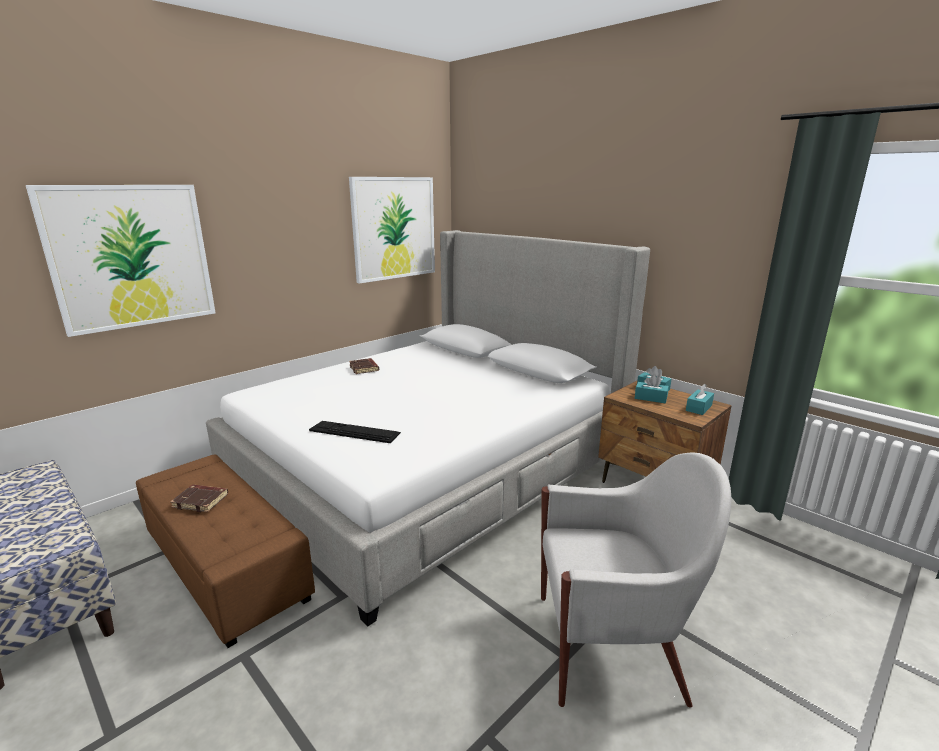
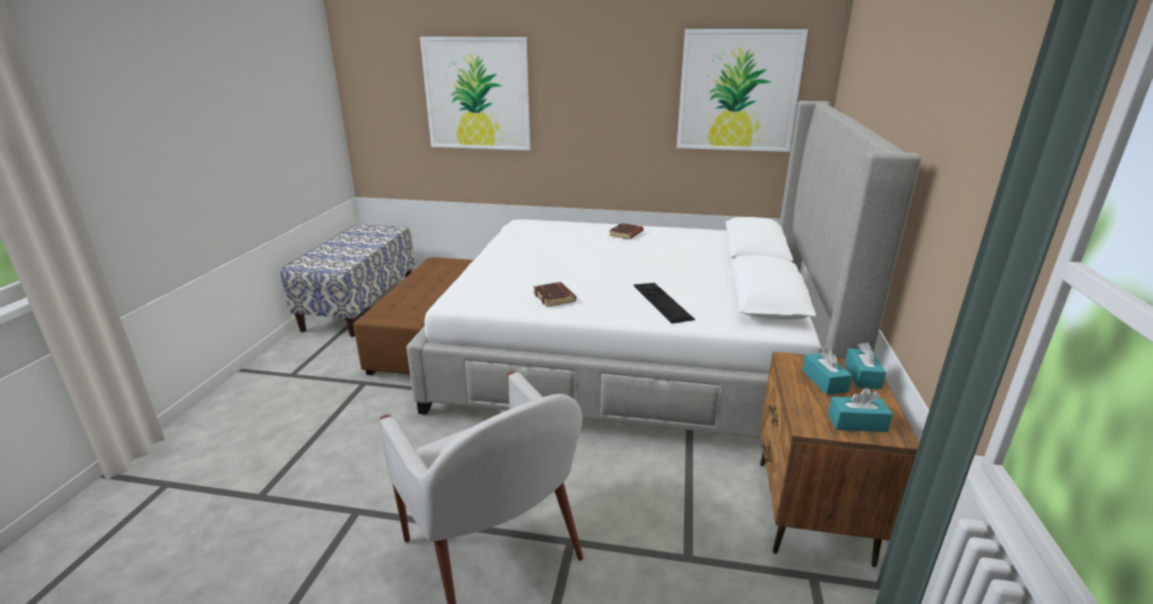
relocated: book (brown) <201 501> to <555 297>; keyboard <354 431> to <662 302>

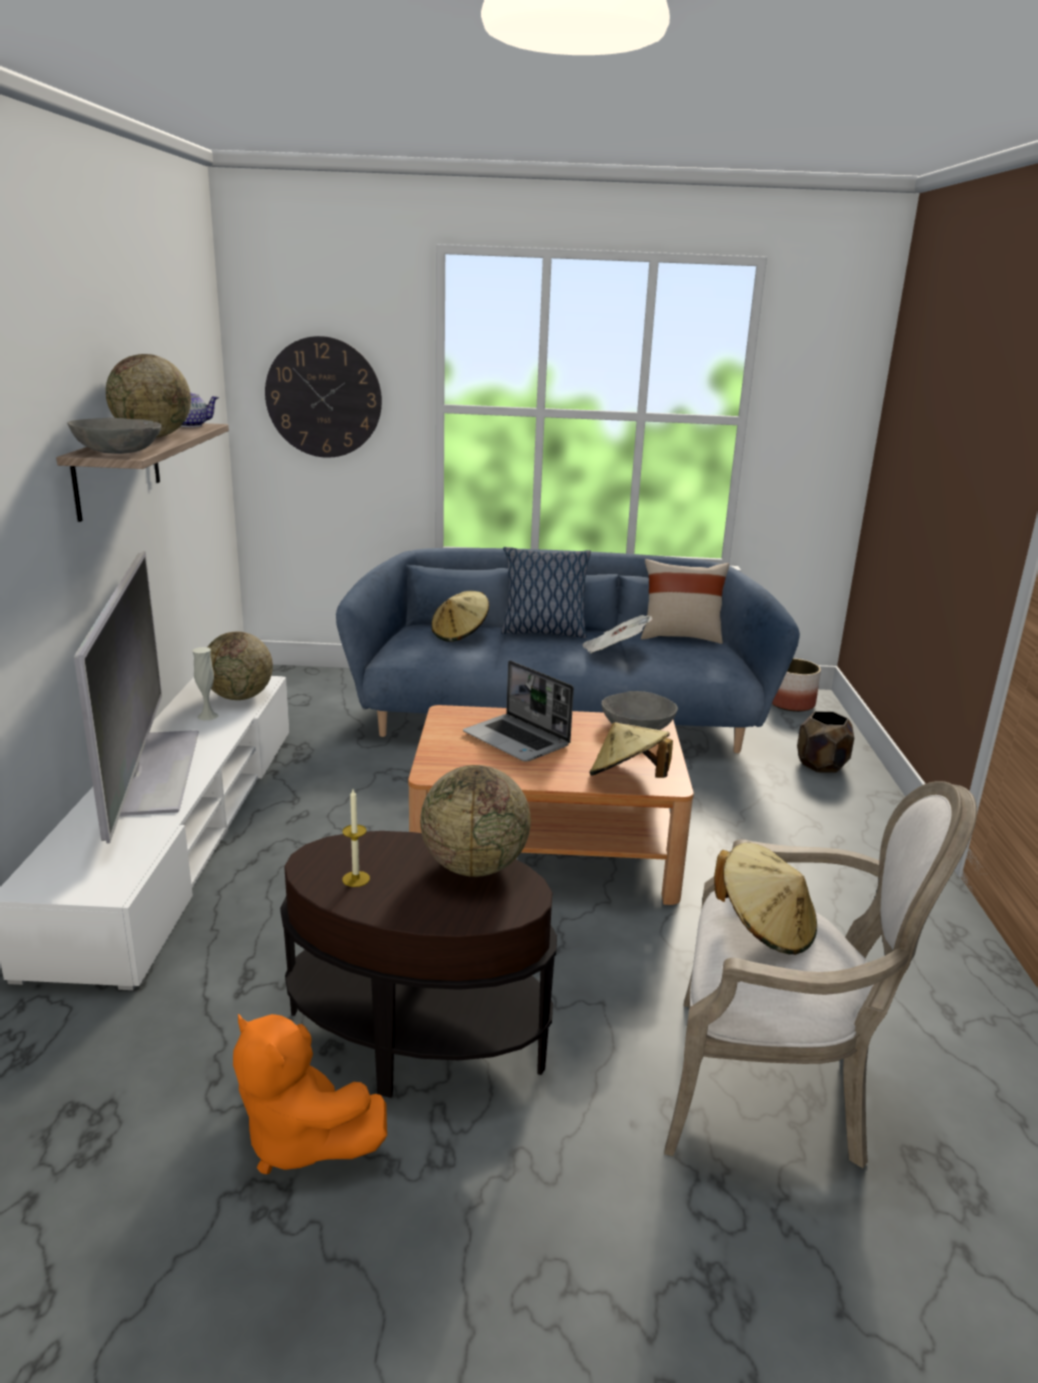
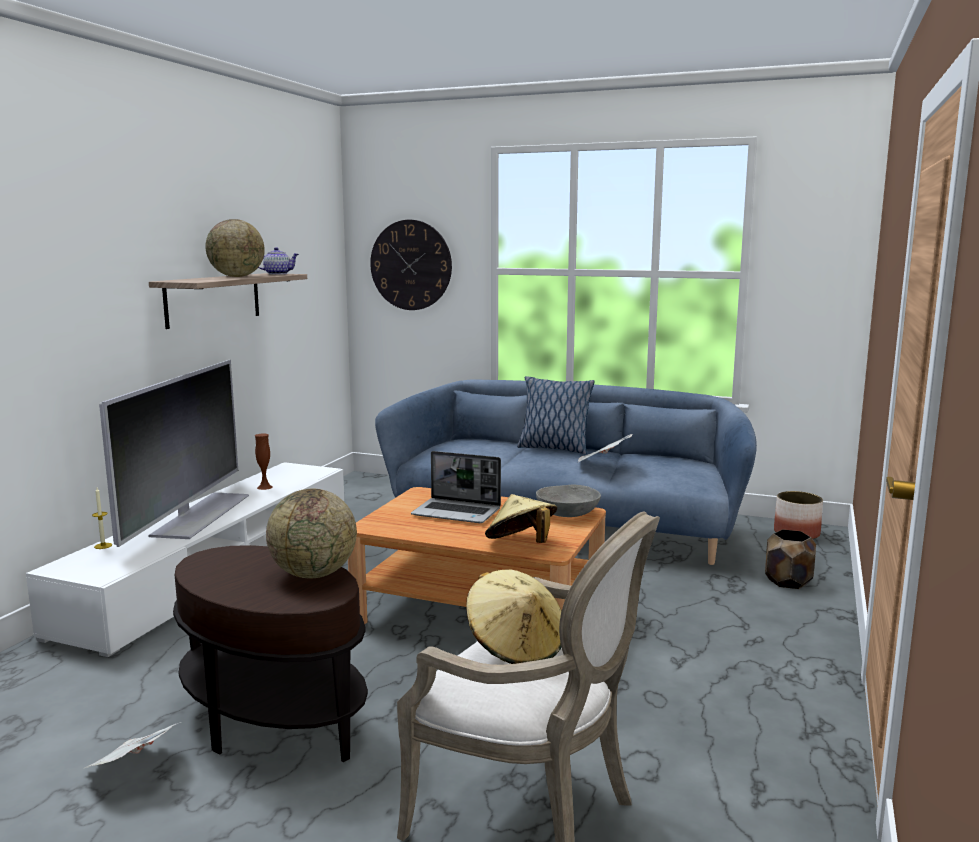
missing: bowl (grey) <118 451>; globe <240 697>; hat (beige) <460 634>; pillow (beige) <680 636>
relocated: candle <356 879> to <103 546>
exchanged: plush toy (orange) <300 1139> to newspaper <136 767>
colour: vase (white) <207 716> to vase (brown) <264 487>
spun: laptop <518 740> = <457 512> 45 degrees counterclockwise

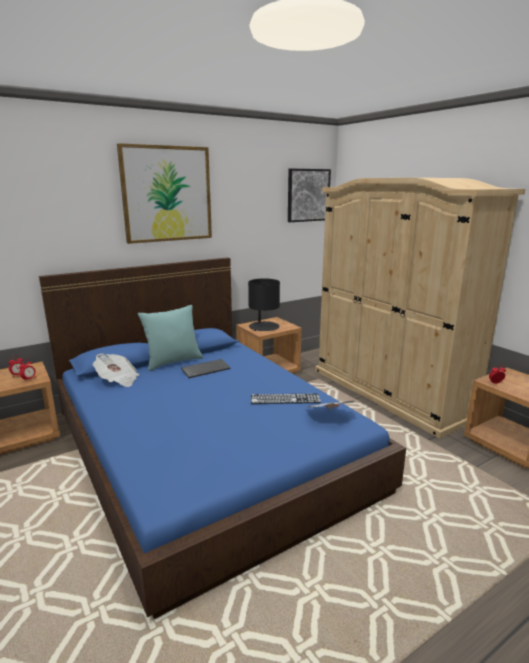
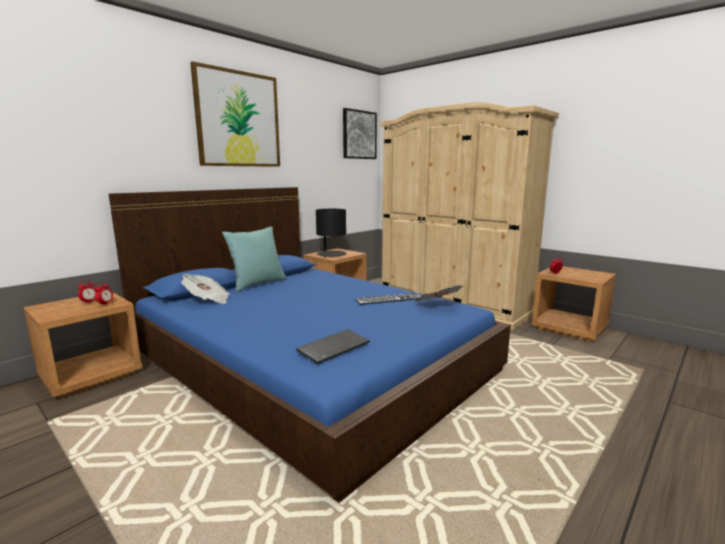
relocated: keyboard <206 369> to <333 347>

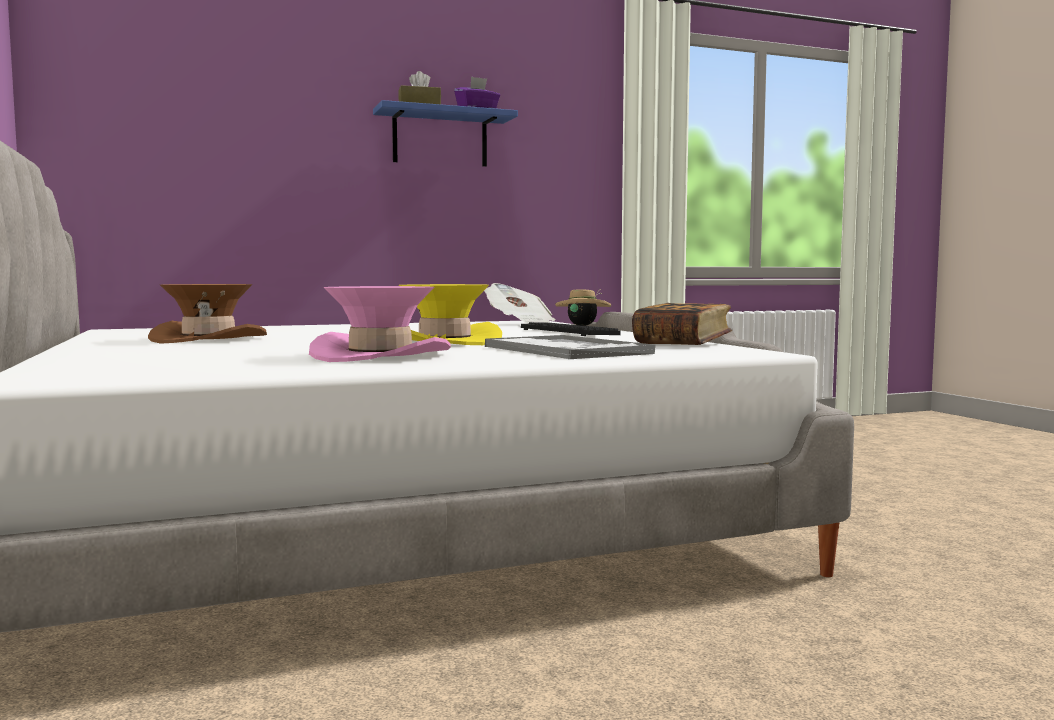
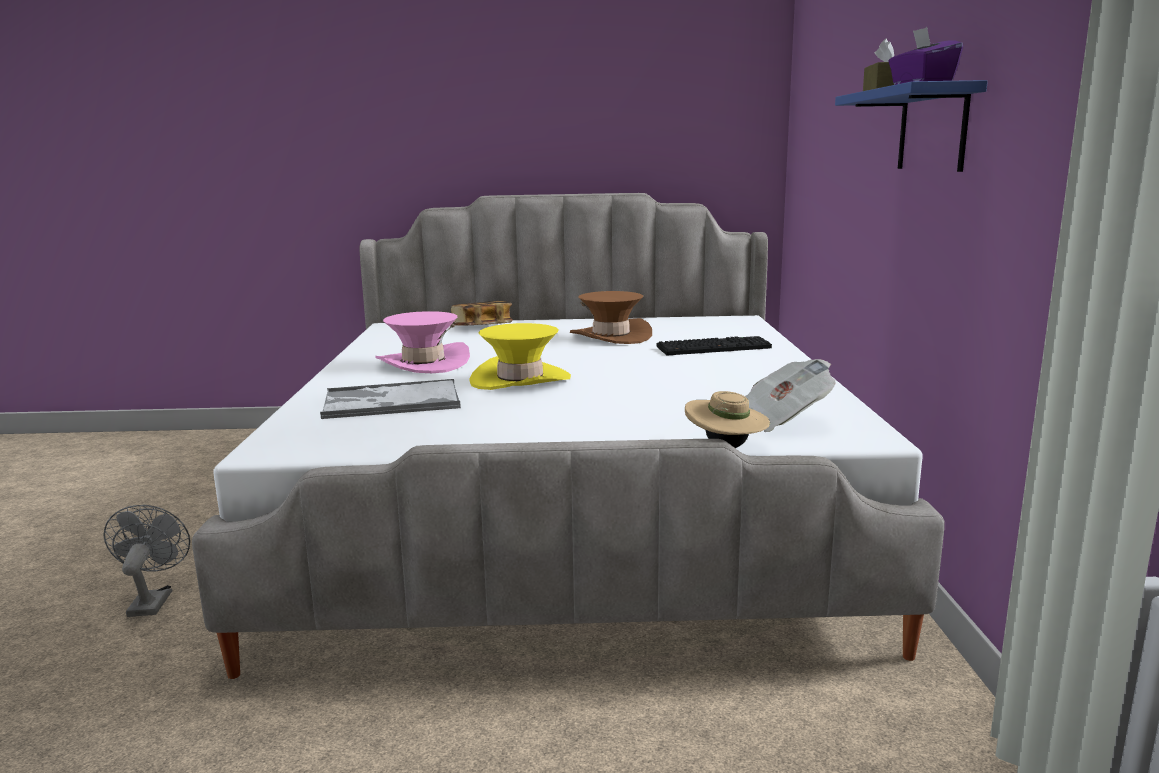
appeared: fan (grey) <152 600>
relocated: keyboard <565 332> to <714 347>; book <681 343> to <482 327>

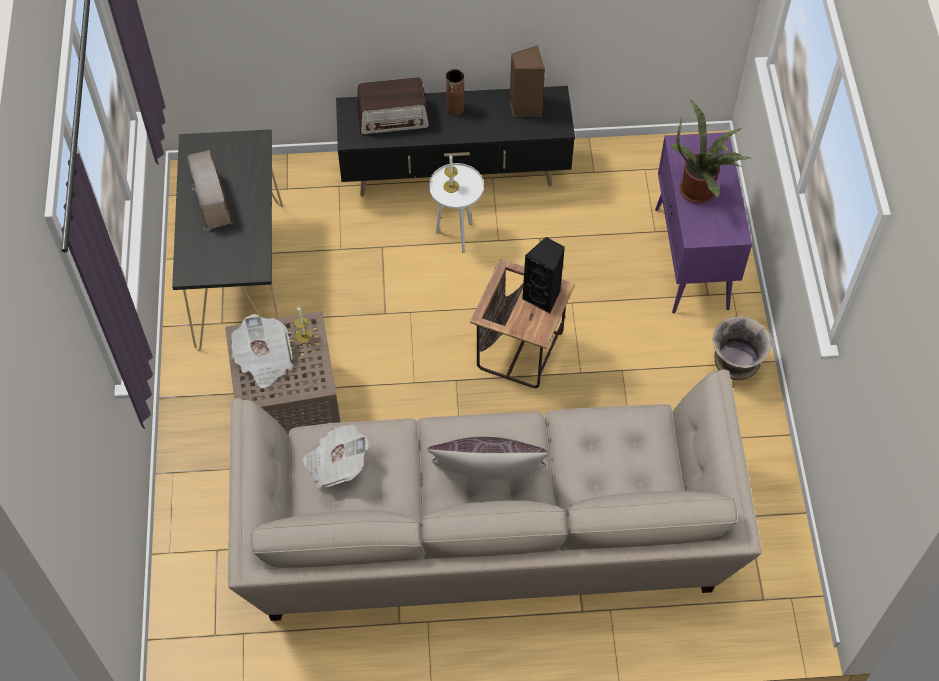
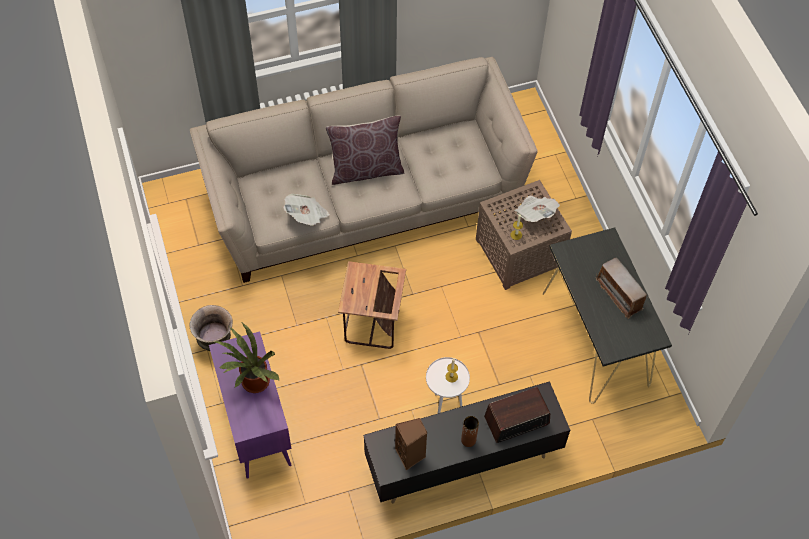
missing: speaker (black) <543 296>
relocated: newspaper <336 464> to <307 216>

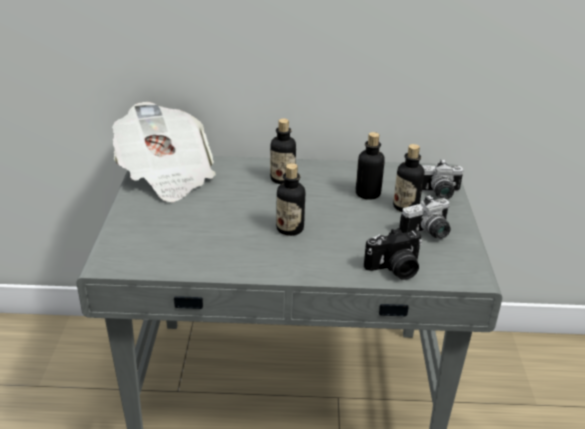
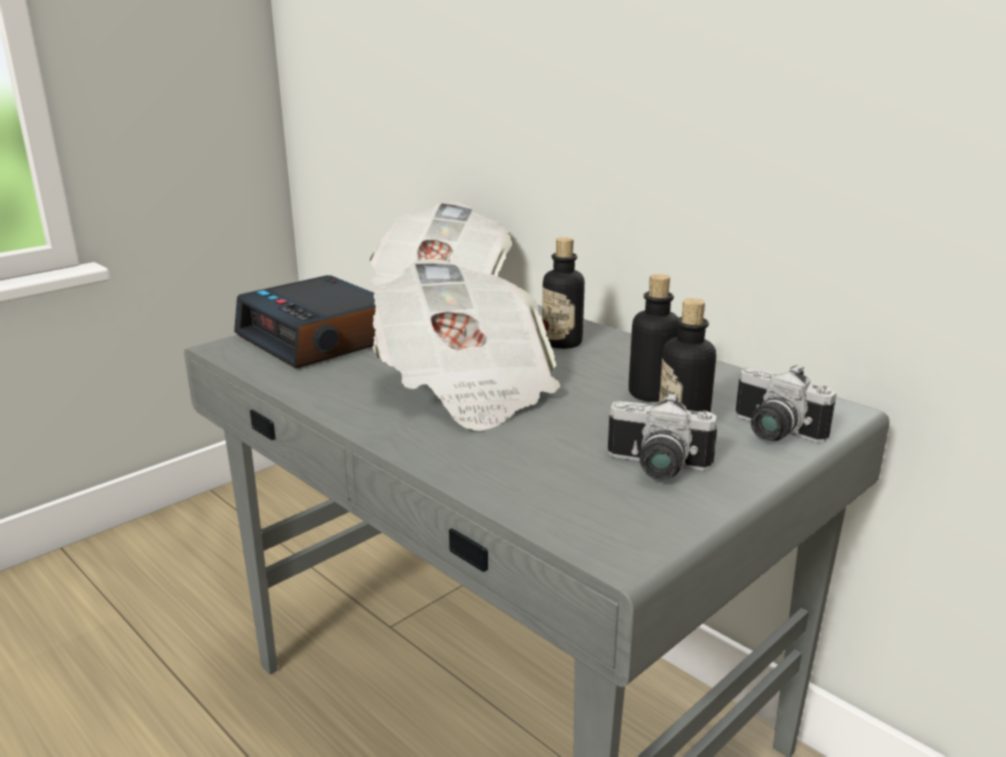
missing: photo camera <394 269>
appeared: alarm clock <321 337>
exchanged: bottle <290 228> to newspaper <466 388>

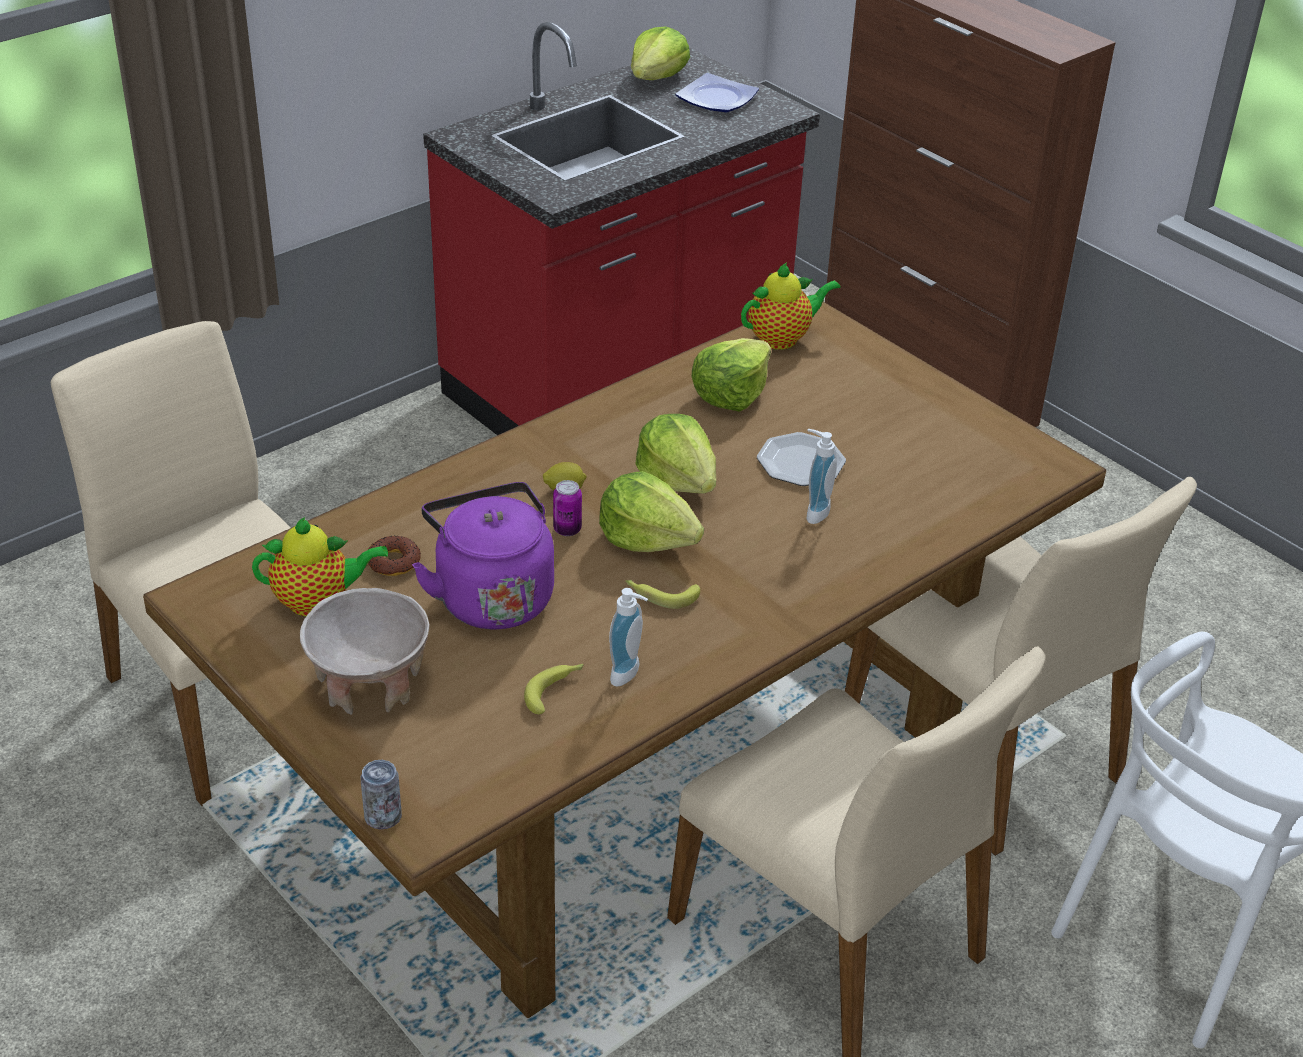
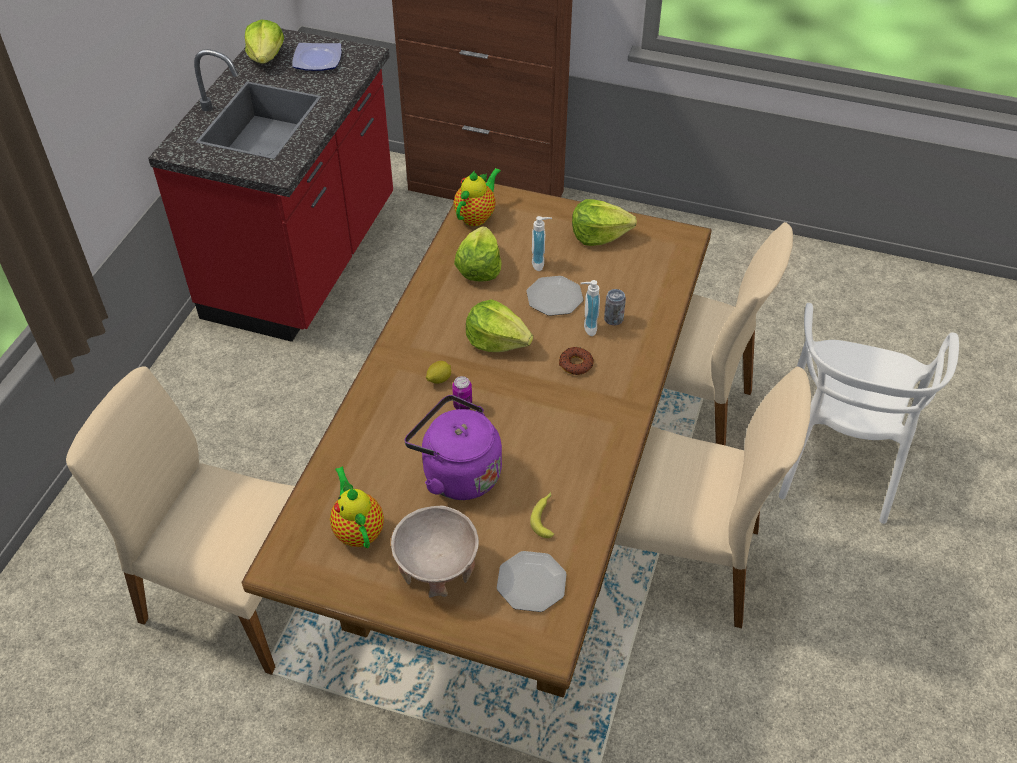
missing: banana <661 595>
appeared: plate <532 582>
relocated: can <383 817> to <613 319>; donut <393 562> to <576 364>; lettuce <647 538> to <599 235>; soap dispenser <629 675> to <540 263>
spun: teapot <318 601> = <358 530> 75 degrees counterclockwise

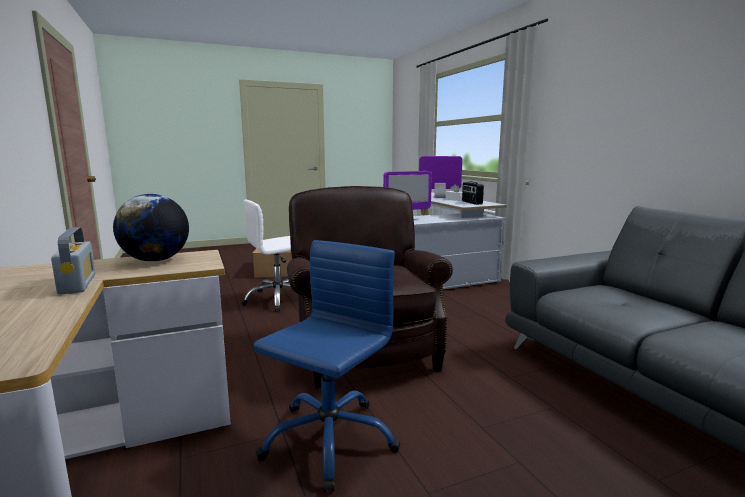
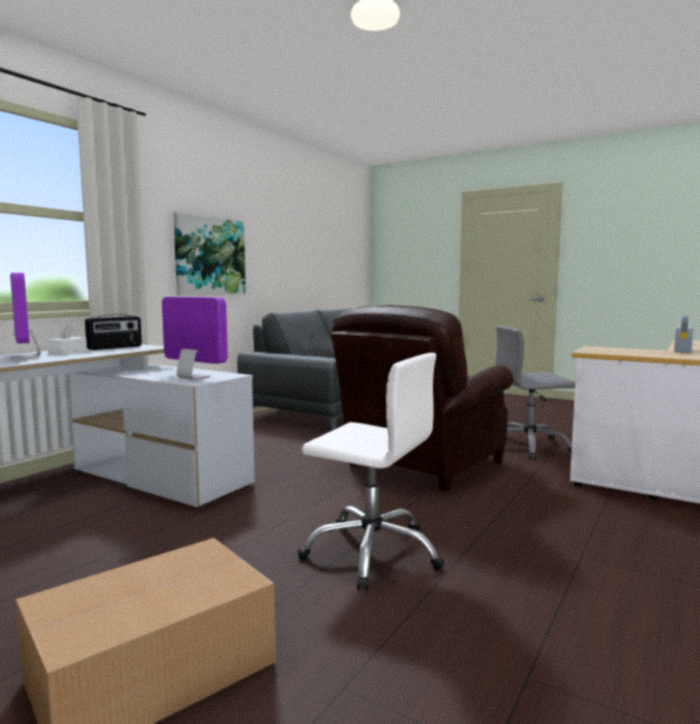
missing: globe <156 260>
appeared: picture <210 256>
colour: office chair (blue) <329 439> to office chair (grey) <528 447>

